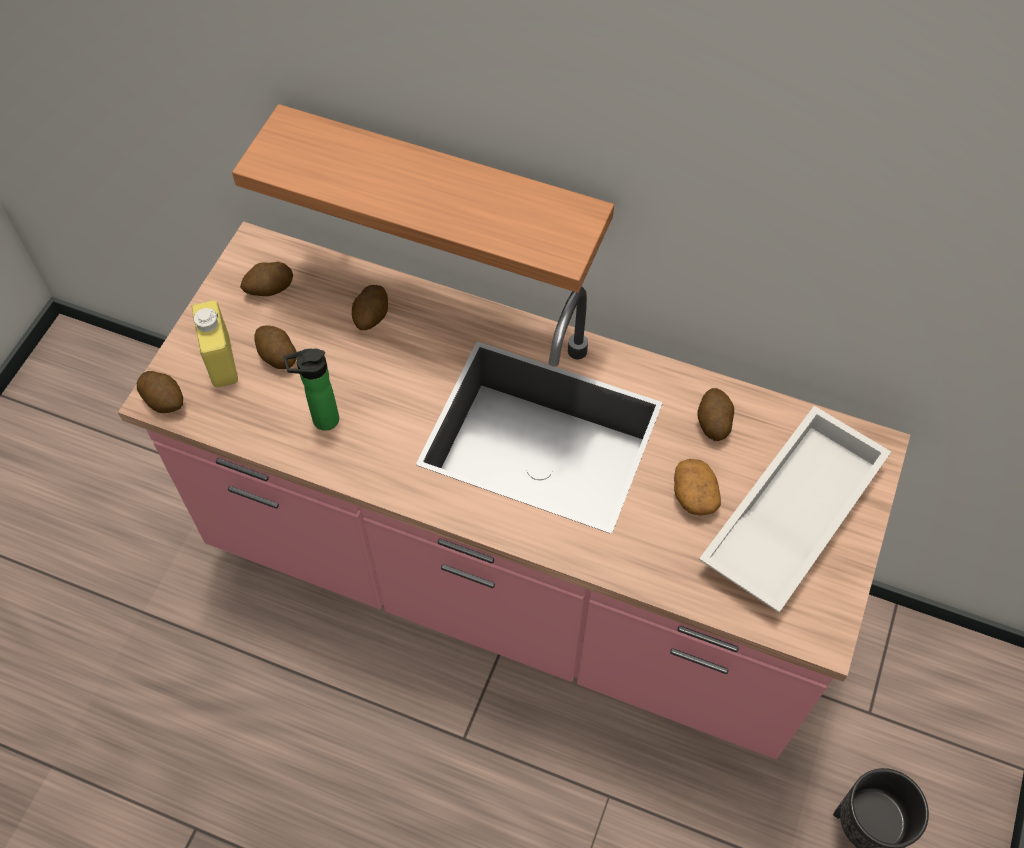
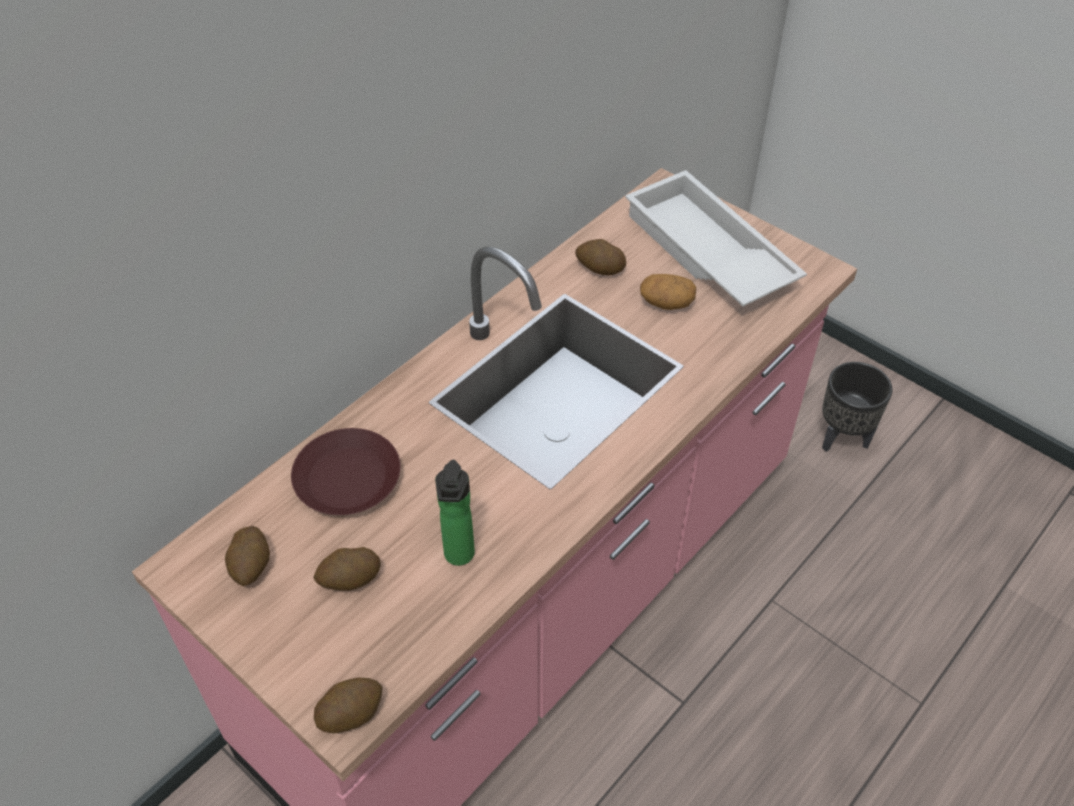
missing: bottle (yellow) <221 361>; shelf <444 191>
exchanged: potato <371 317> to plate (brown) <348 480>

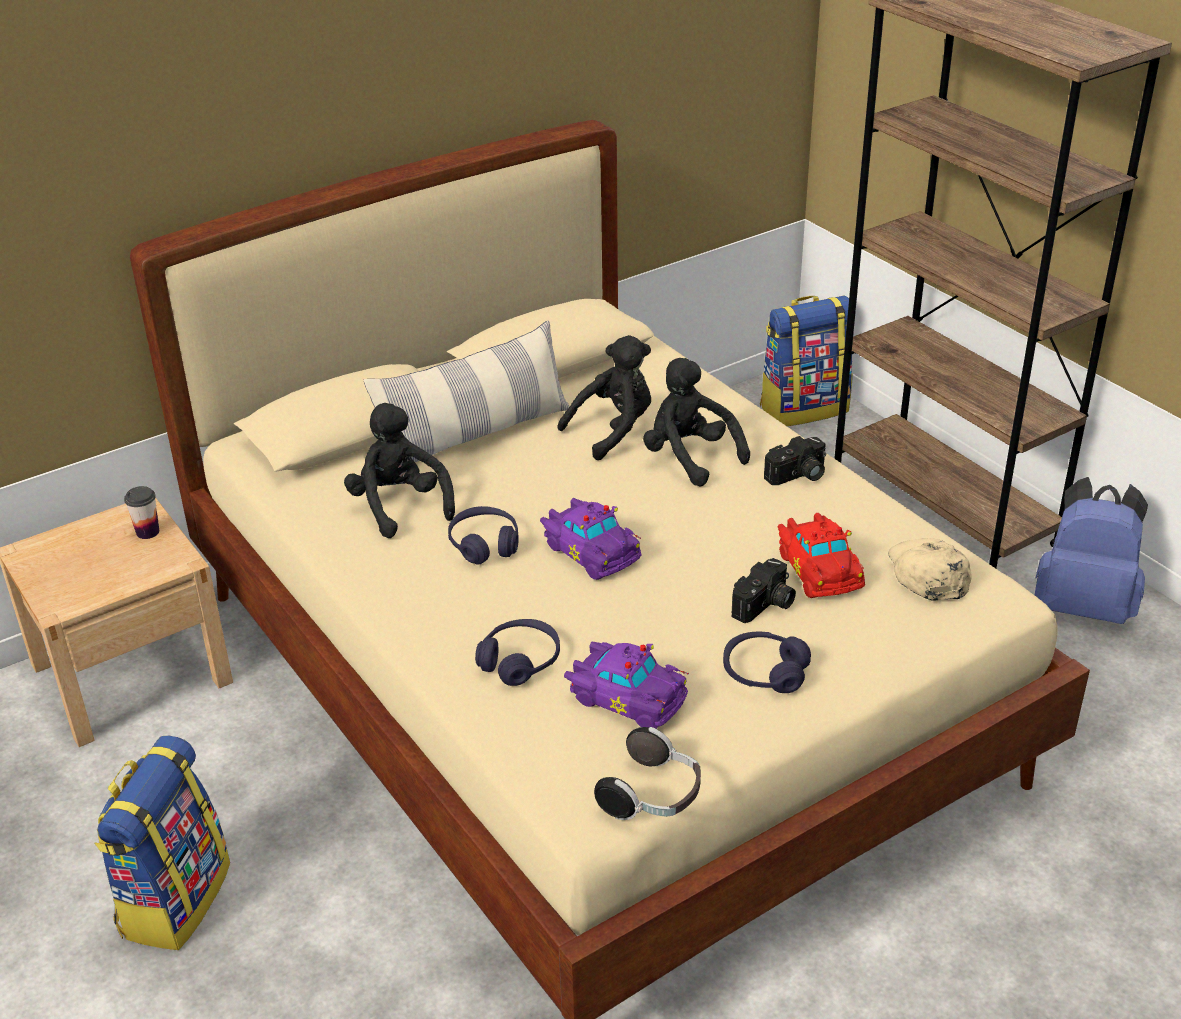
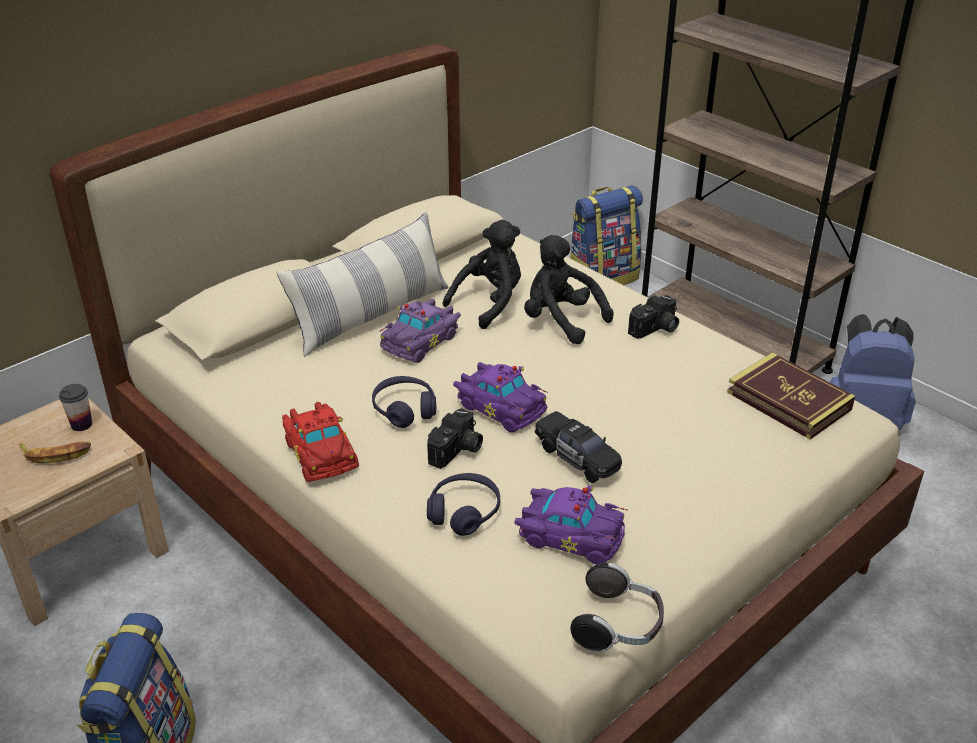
missing: plush toy (black) <399 506>; headphones (purple) <764 673>
appeared: banana <55 454>; toy car (purple) <422 341>; toy car (black) <577 457>
relocated: photo camera <765 606> to <457 451>; toy car (red) <820 568> to <321 452>
exchanged: cap (beige) <928 572> to book <789 401>

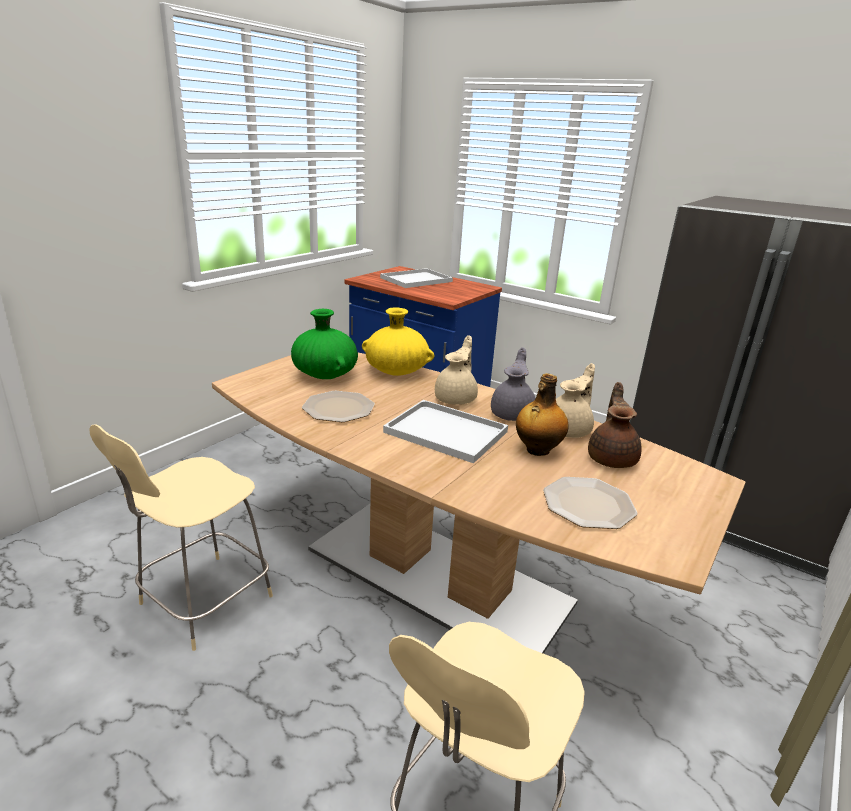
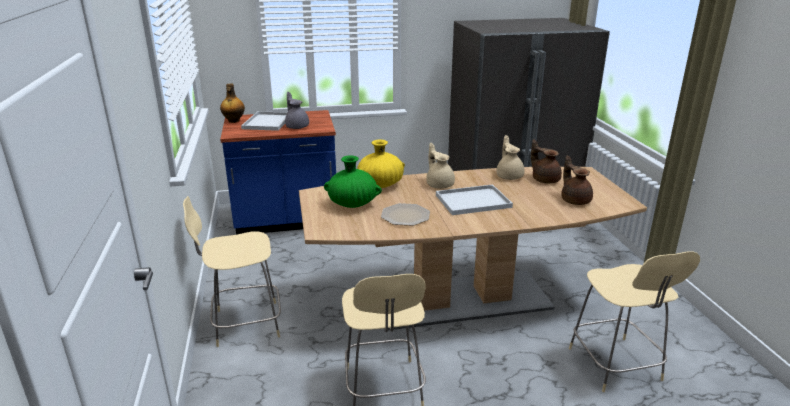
appeared: chair (beige) <244 324>
relocated: teapot (grey) <513 414> to <297 126>; bottle <537 450> to <233 121>
exchanged: plate <589 504> to teapot (brown) <575 200>

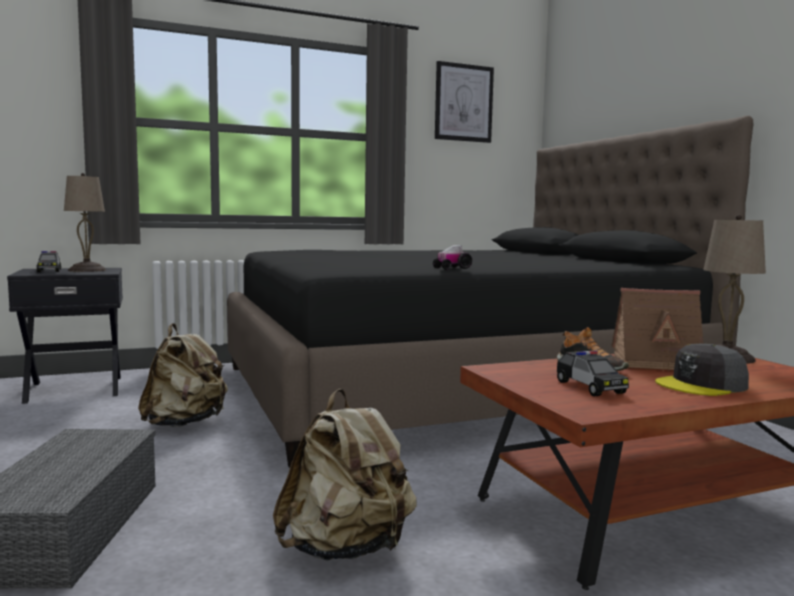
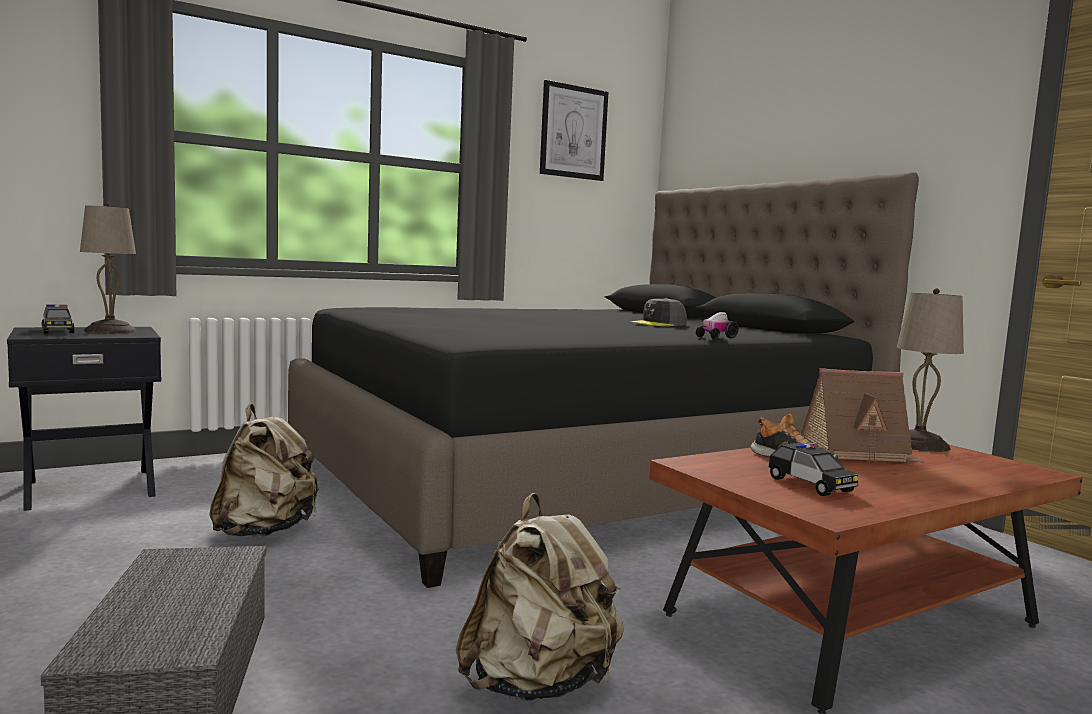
relocated: toy car <451 268> to <715 338>; cap (grey) <702 385> to <659 324>

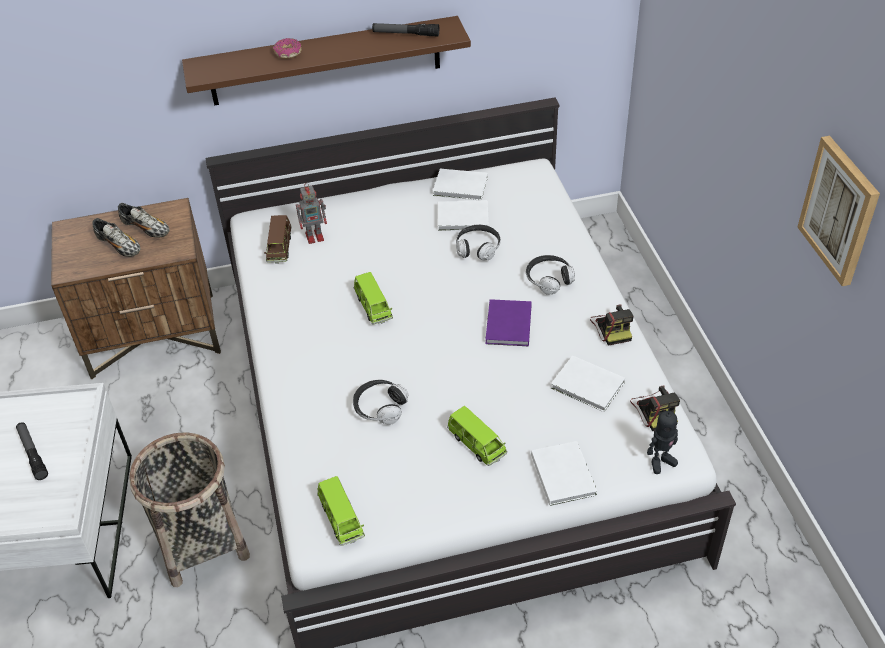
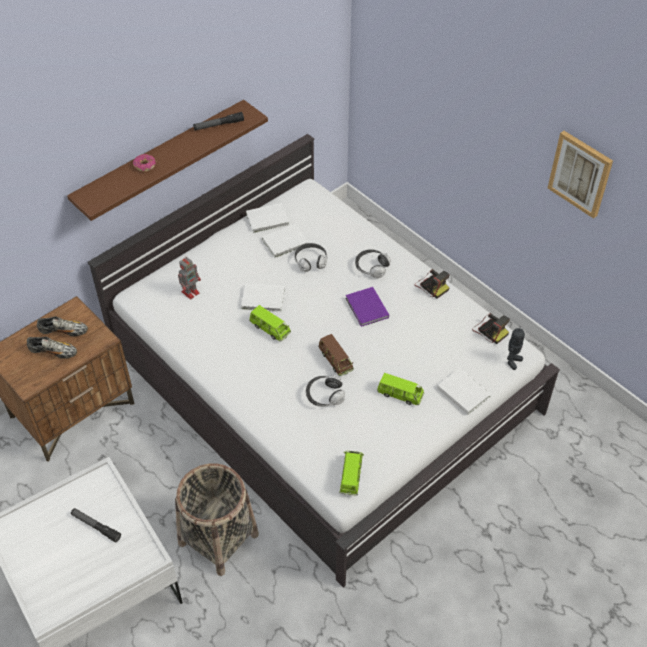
relocated: toy car (brown) <279 248> to <335 360>; book (white) <588 387> to <264 299>
spun: toy car (green) <341 519> = <351 476> 120 degrees counterclockwise

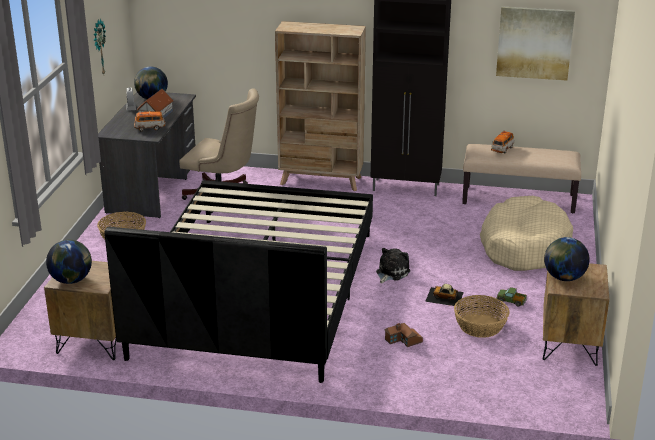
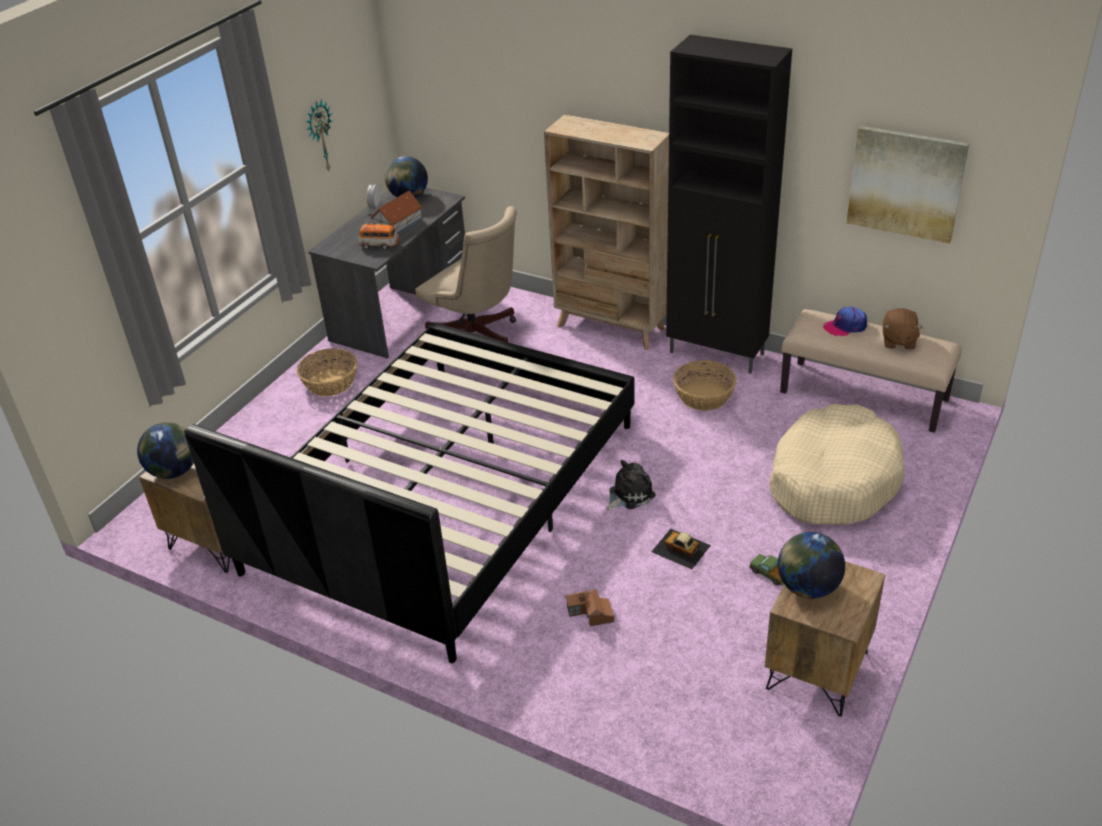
appeared: plush toy (brown) <898 341>
relocated: basket <480 326> to <704 396>
exchanged: toy car <502 149> to cap <845 326>

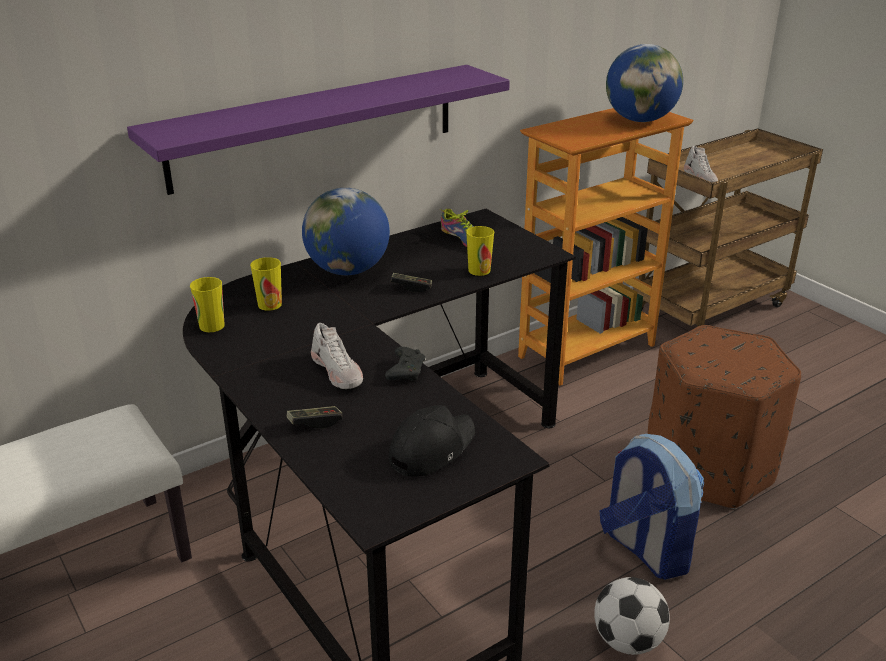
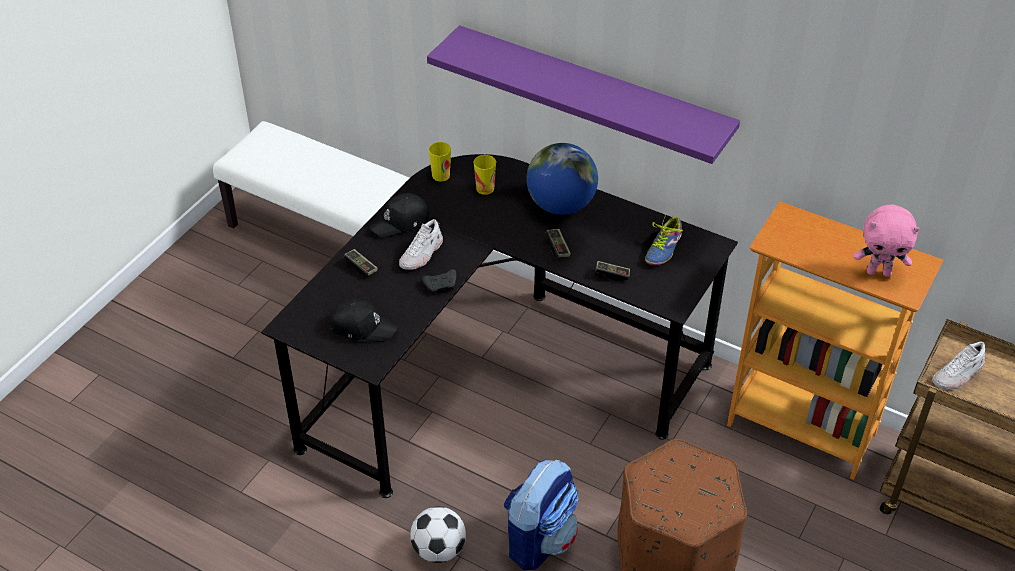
appeared: cap (black) <401 221>
exchanged: cup <479 270> to game controller <612 274>; globe <640 120> to plush toy (pink) <879 272>

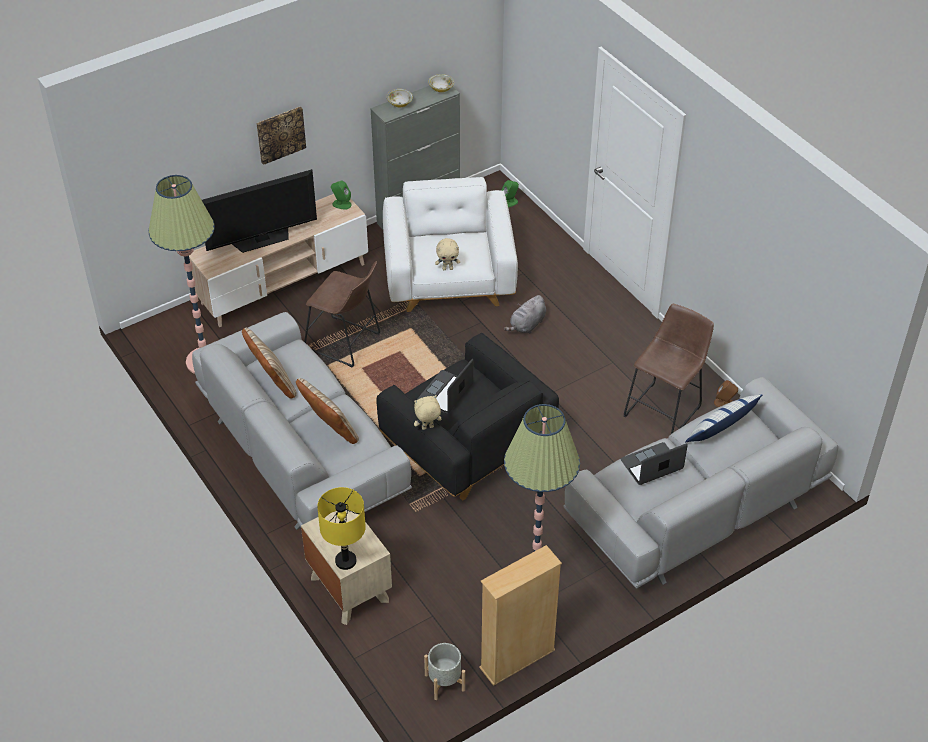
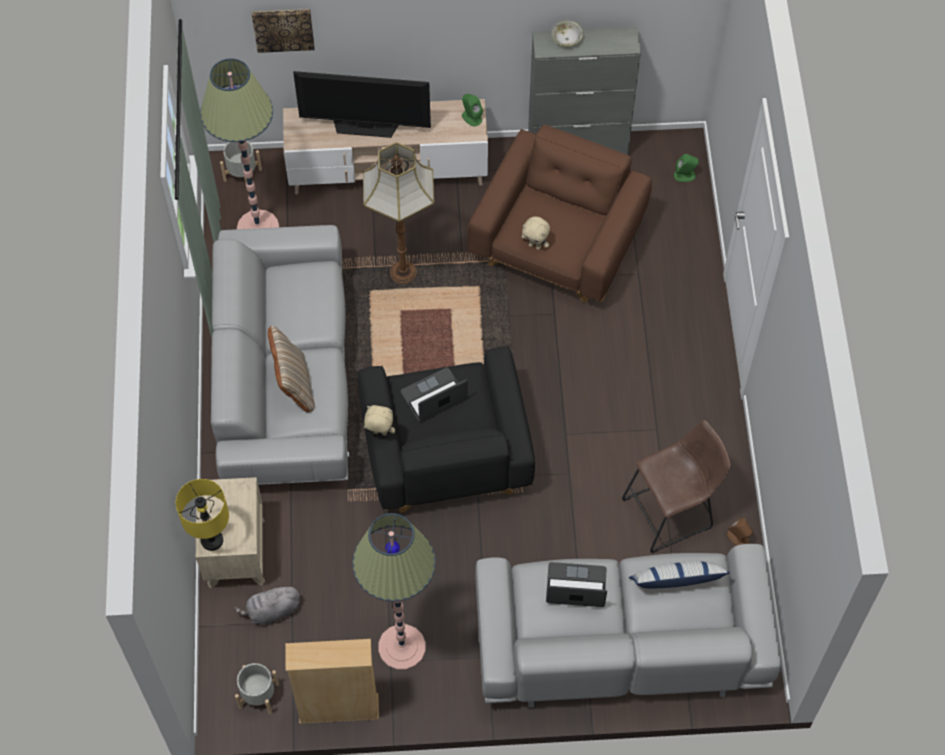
missing: pillow (beige) <272 383>; bowl <441 89>
appeared: planter (grey) <242 175>
relocated: picture <280 134> to <283 29>; plush toy (grey) <527 325> to <272 611>
exchanged: stool (brown) <346 343> to floor lamp <404 273>
colour: armchair (white) <449 278> to armchair (brown) <557 242>

